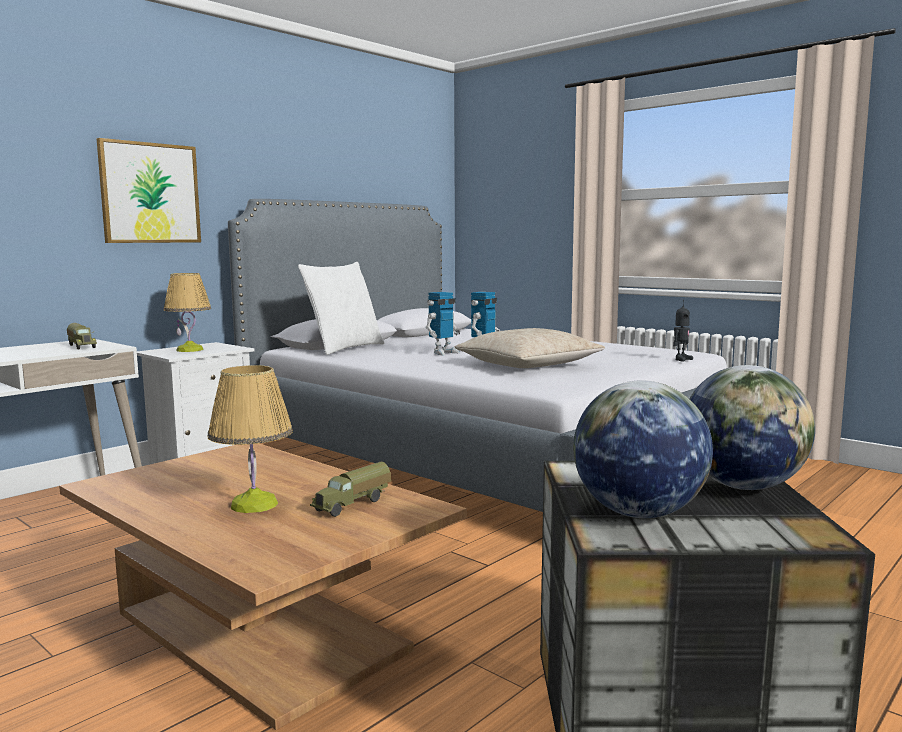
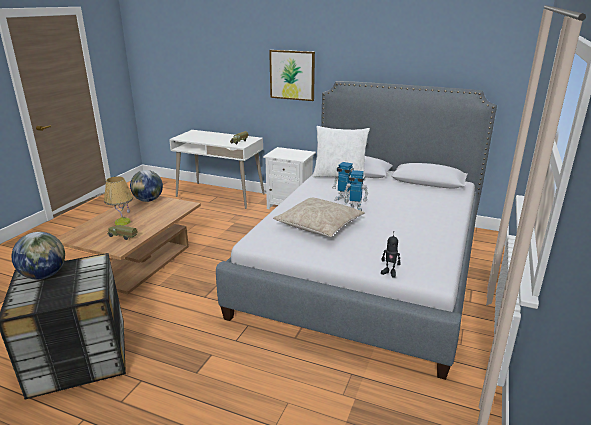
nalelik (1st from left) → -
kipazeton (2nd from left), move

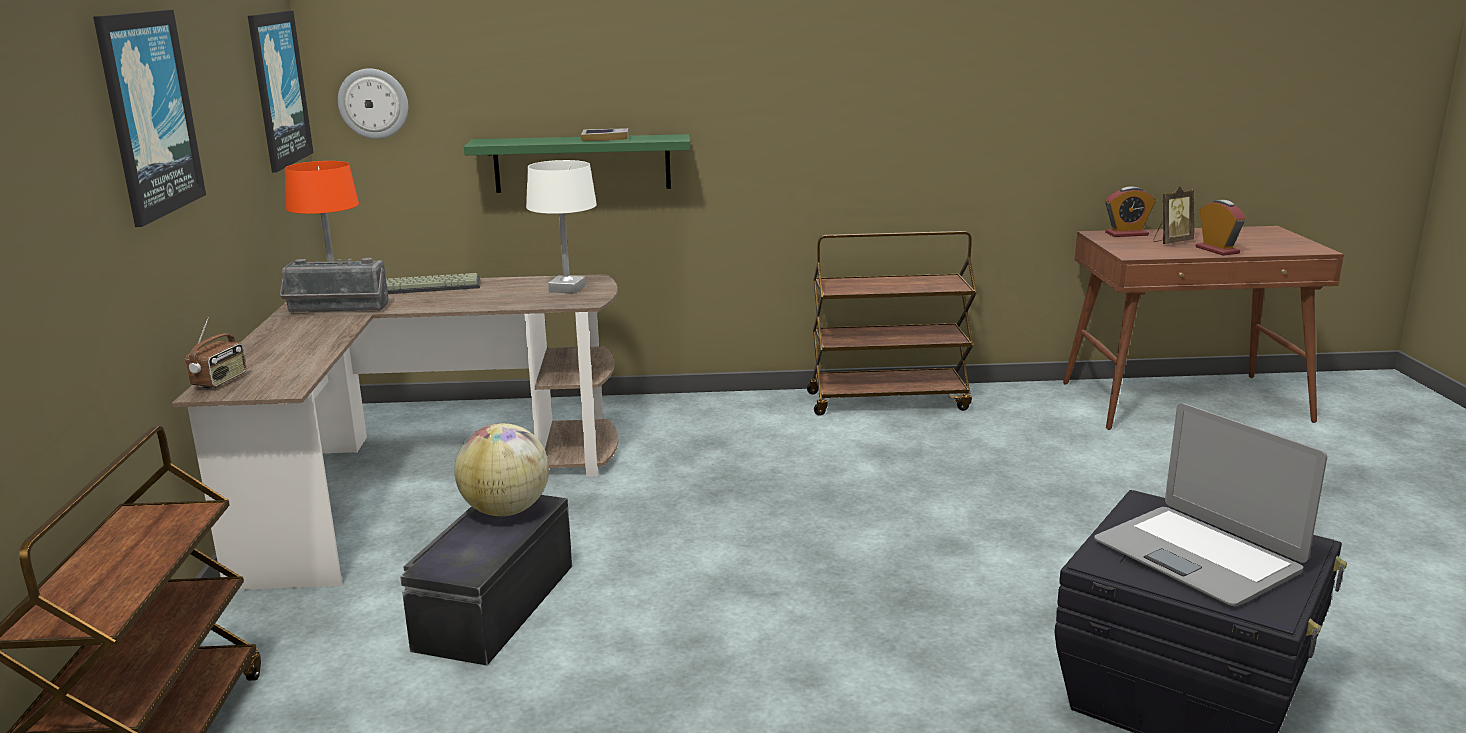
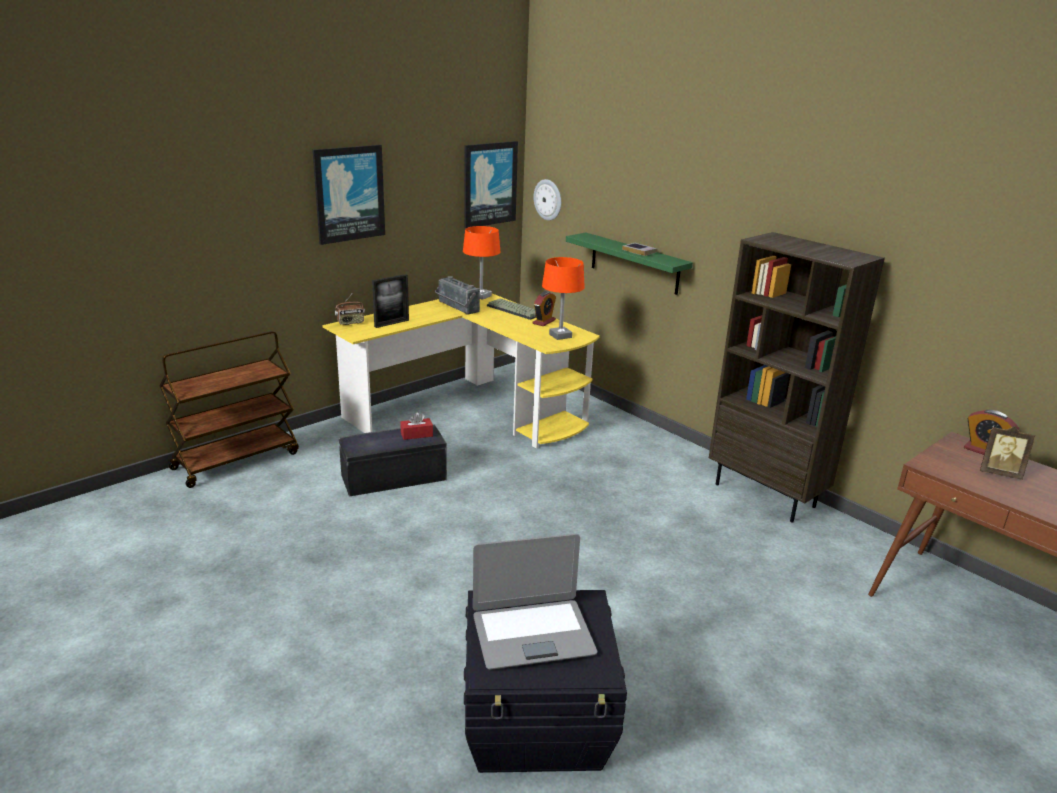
- → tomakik (1st from left)
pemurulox (2nd from left in the first image) → pemurulox (1st from left), move
kipazeton → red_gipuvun
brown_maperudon (2nd from left) → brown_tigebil
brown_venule (1st from left) → yellow_venule
white_nalelik → orange_nalelik (2nd from left)
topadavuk, 120 degrees counterclockwise

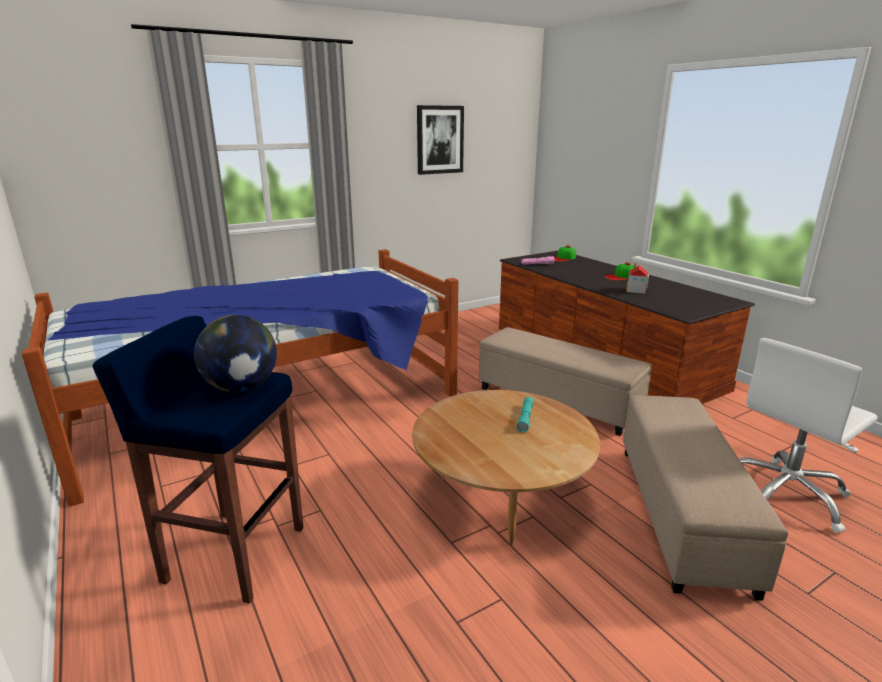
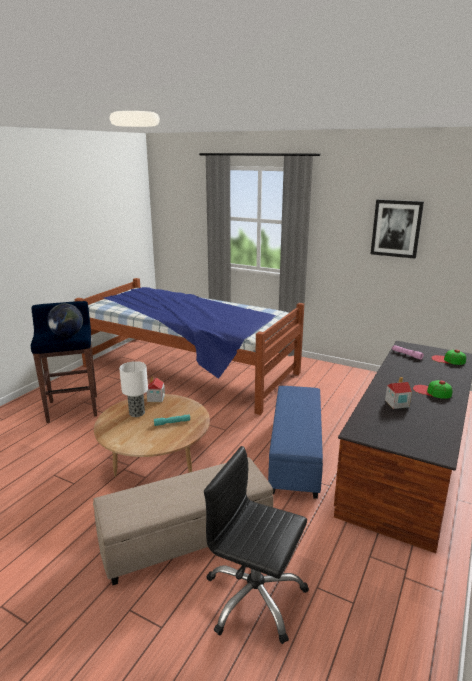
- → nalelik
- → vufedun (1st from left)
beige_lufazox (1st from left) → blue_lufazox
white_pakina → black_pakina

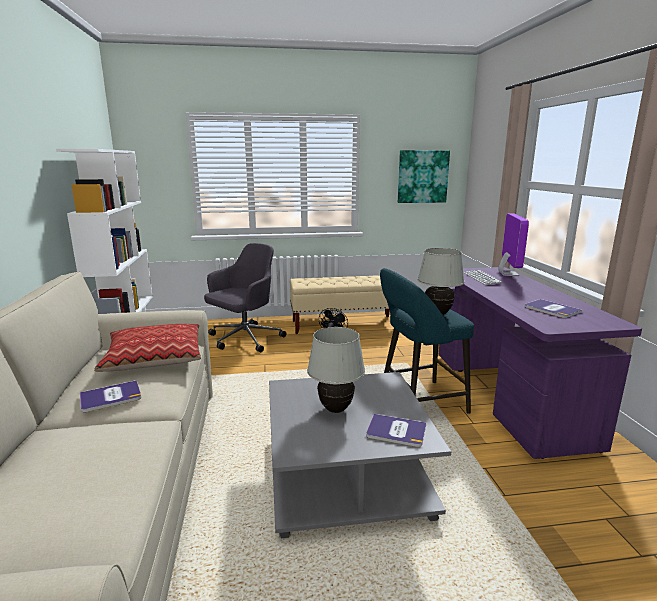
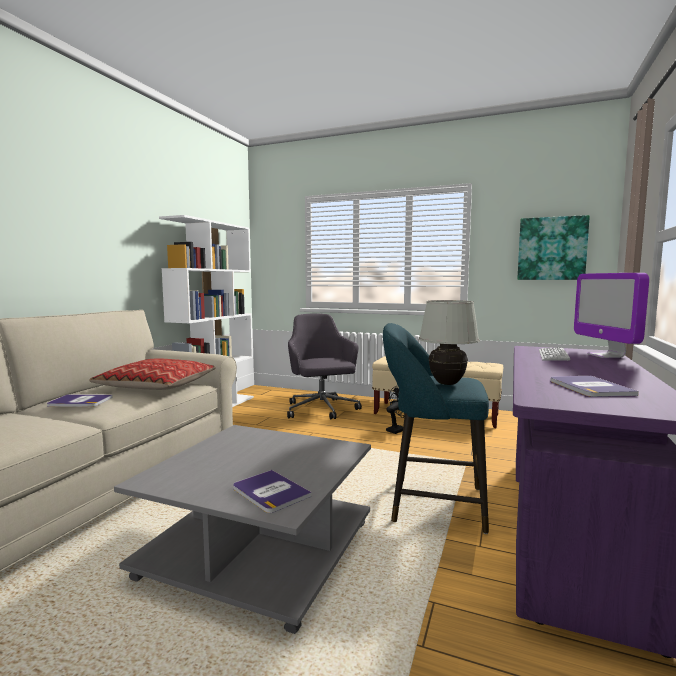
white_nalelik (1st from left) → -
grey_pakina, 90 degrees counterclockwise
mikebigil, 135 degrees clockwise

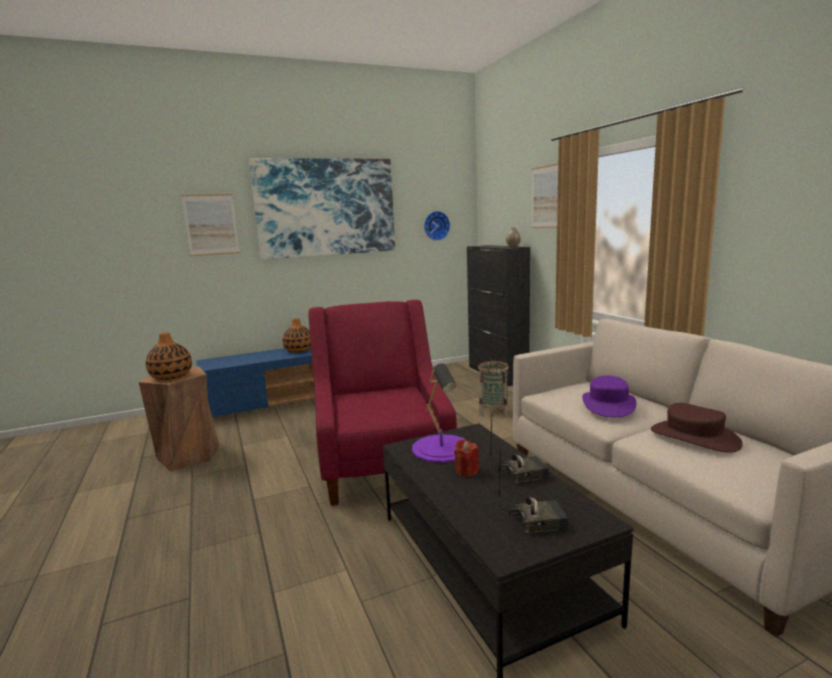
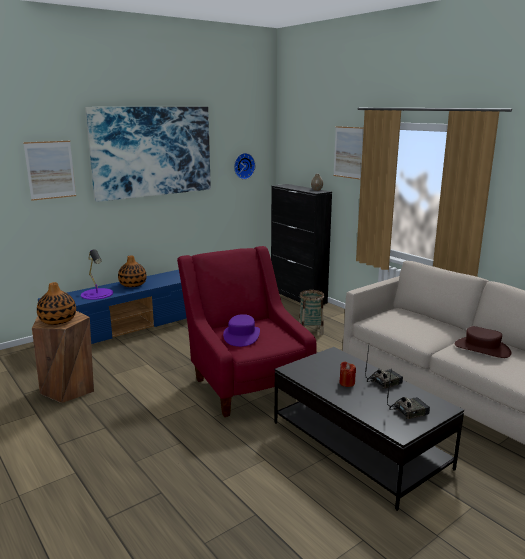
purple_nalelik, move
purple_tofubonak, move

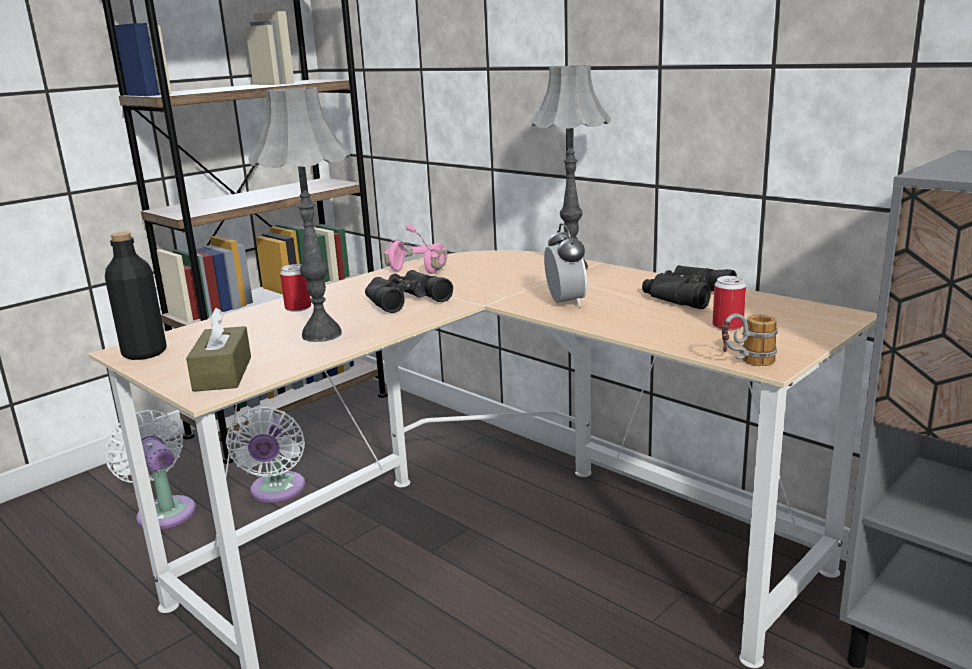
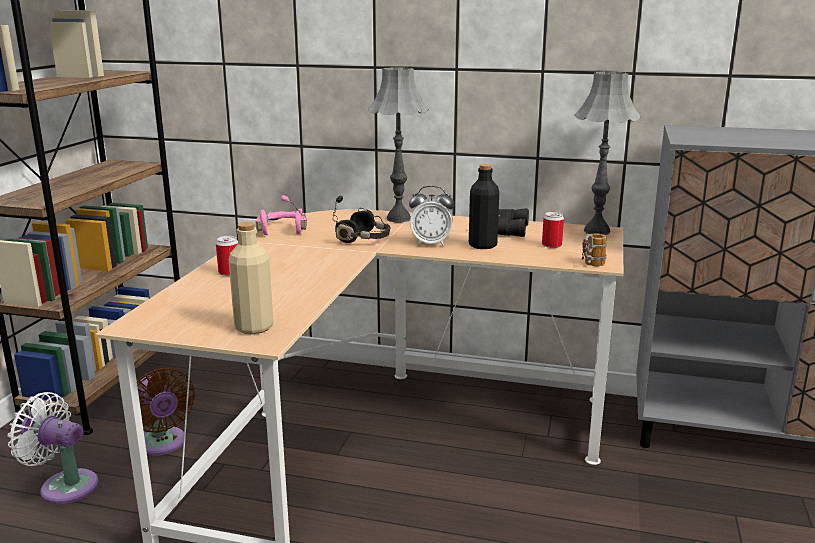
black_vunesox (1st from left) → -
- → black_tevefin
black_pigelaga, move
grey_nalelik (1st from left in the first image) → grey_nalelik (2nd from left), move
brown_gipuvun → beige_pigelaga
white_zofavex (2nd from left) → brown_zofavex
pemurulox, 135 degrees clockwise

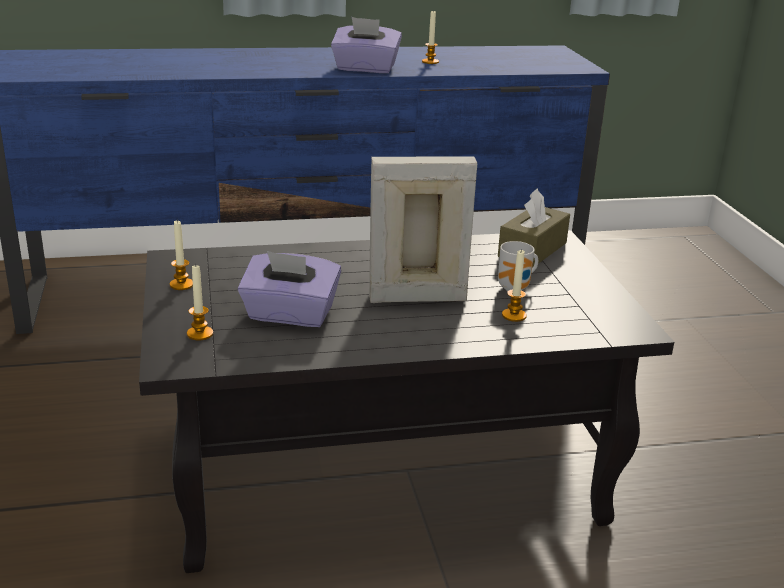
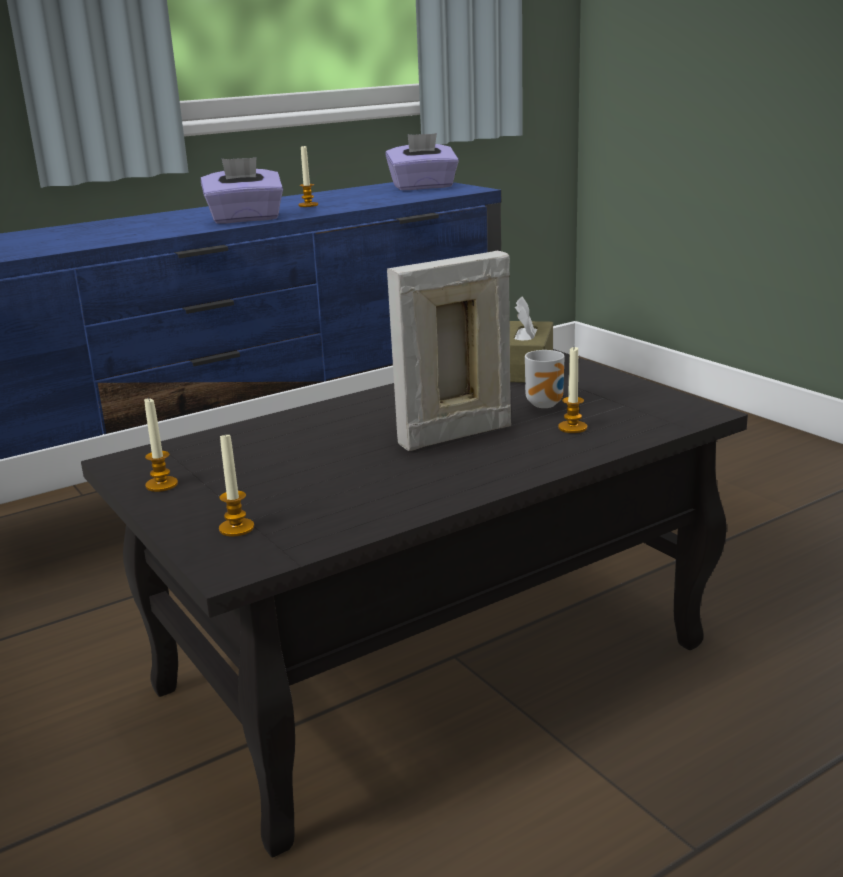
purple_gipuvun (1st from left in the first image) → purple_gipuvun (2nd from left), move

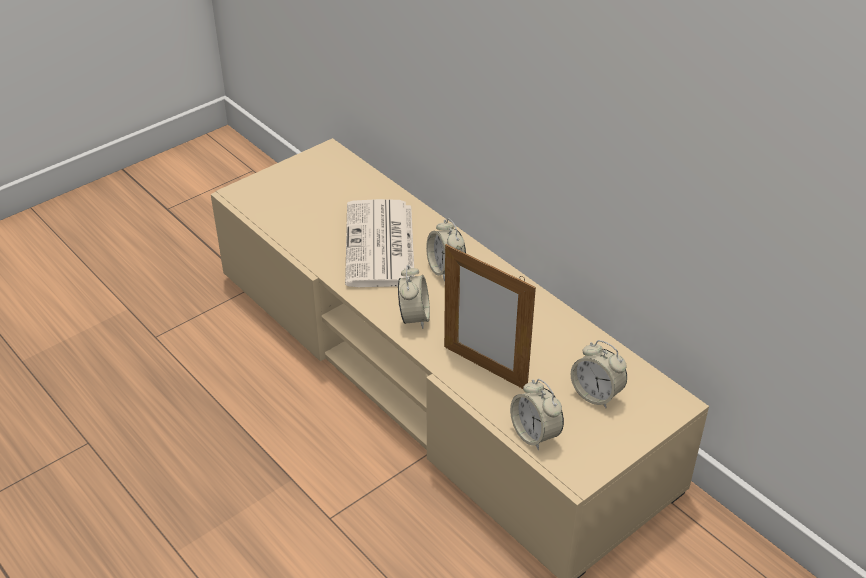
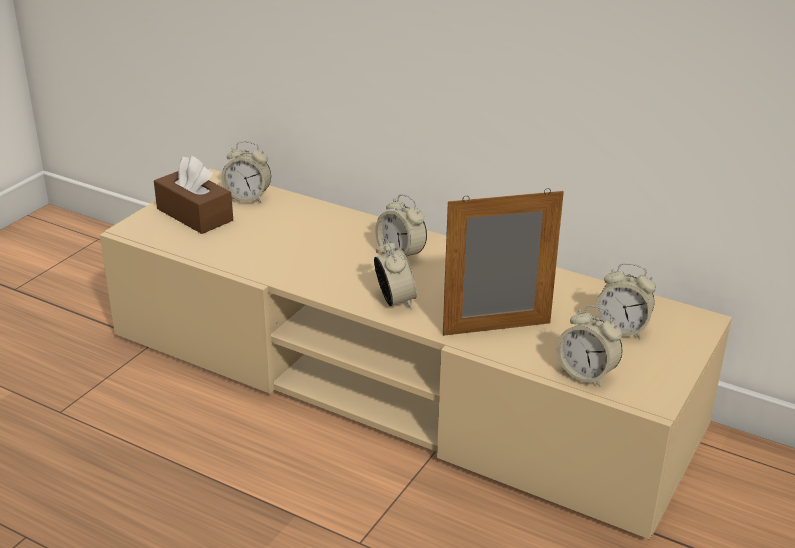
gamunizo → -
- → brown_gipuvun
- → pemurulox (1st from left)
tomakik, 150 degrees clockwise

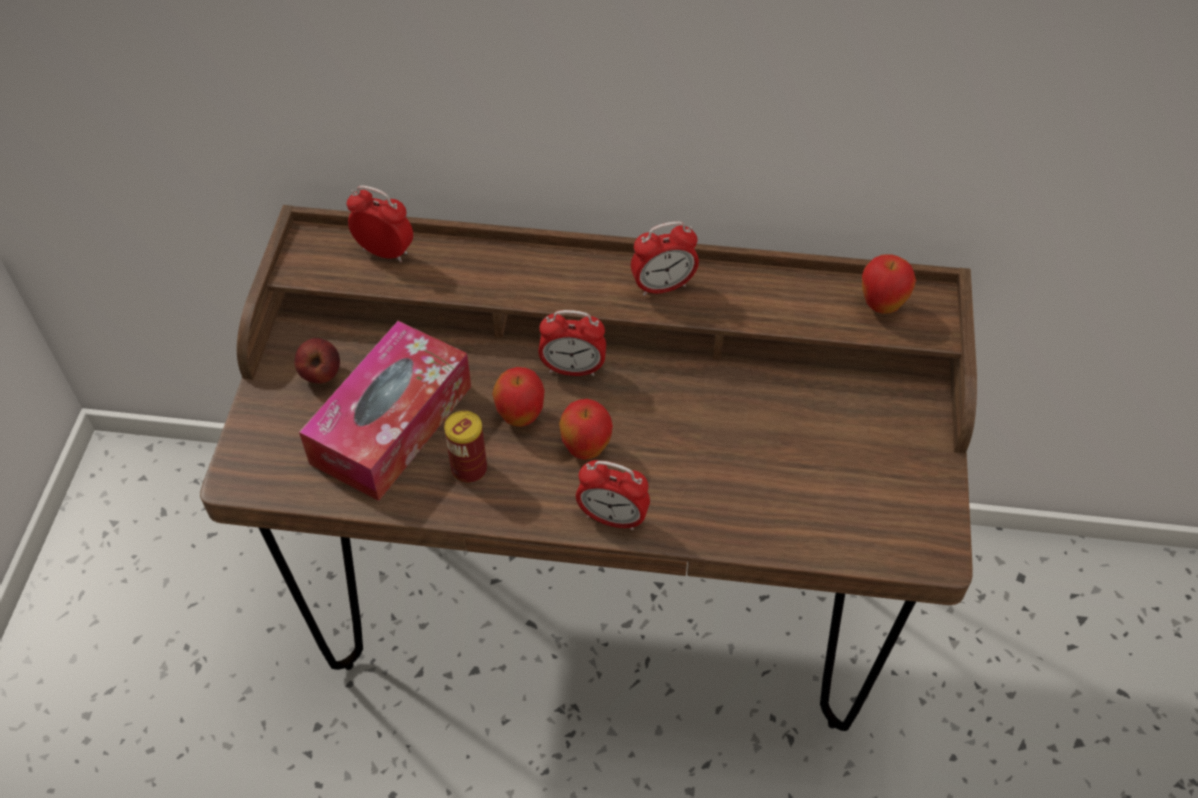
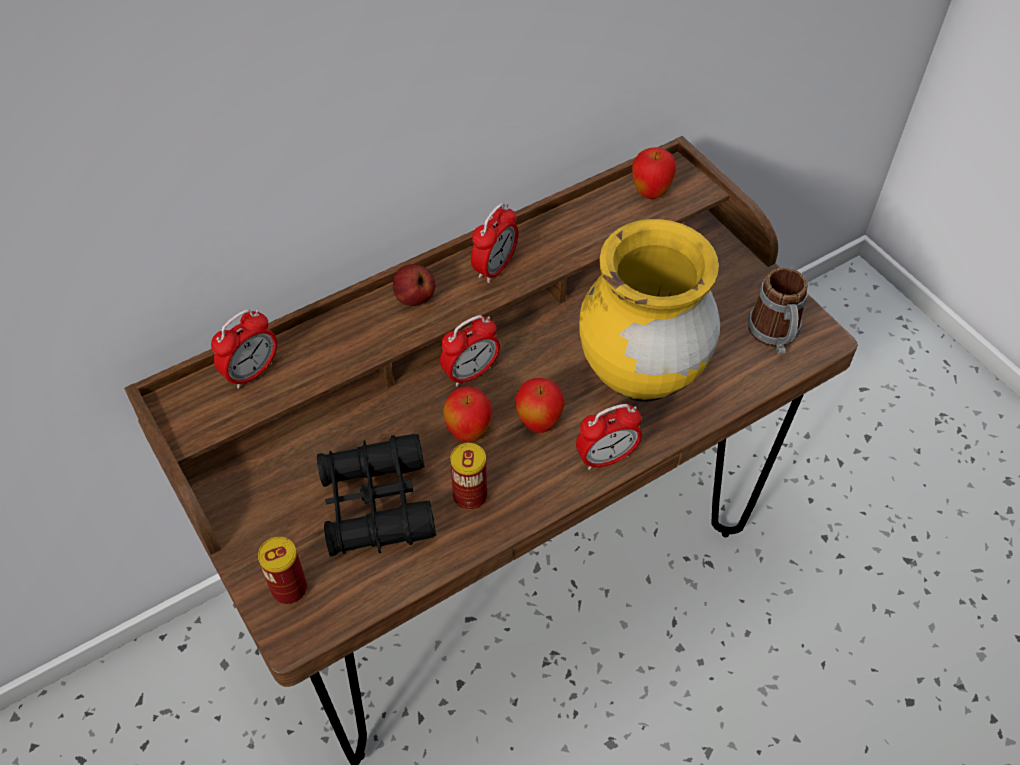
- → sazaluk (1st from left)
- → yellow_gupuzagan
- → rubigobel
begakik (1st from left), move
gipuvun → black_vunesox
pemurulox (1st from left), 150 degrees clockwise

